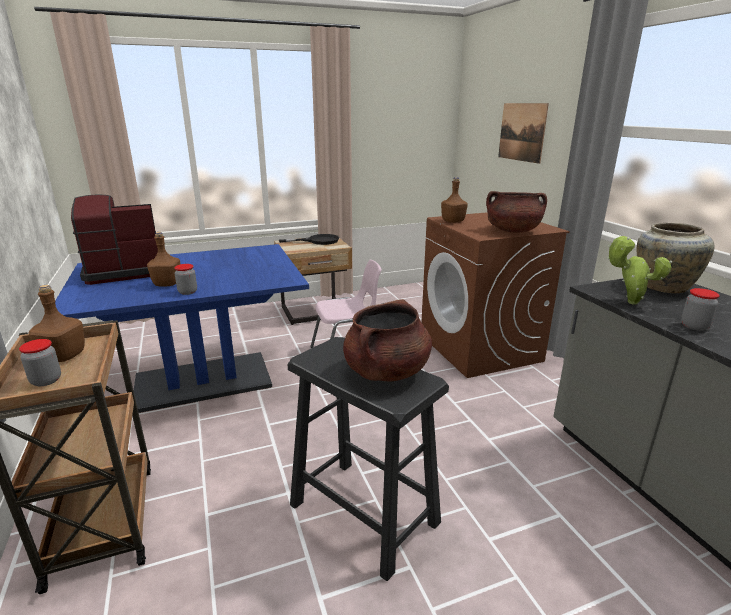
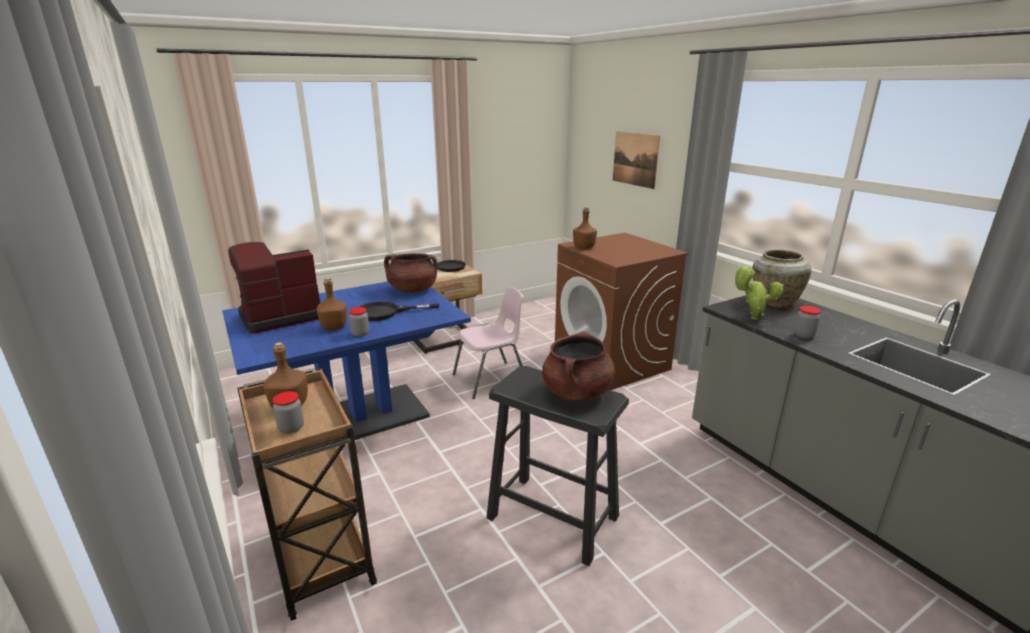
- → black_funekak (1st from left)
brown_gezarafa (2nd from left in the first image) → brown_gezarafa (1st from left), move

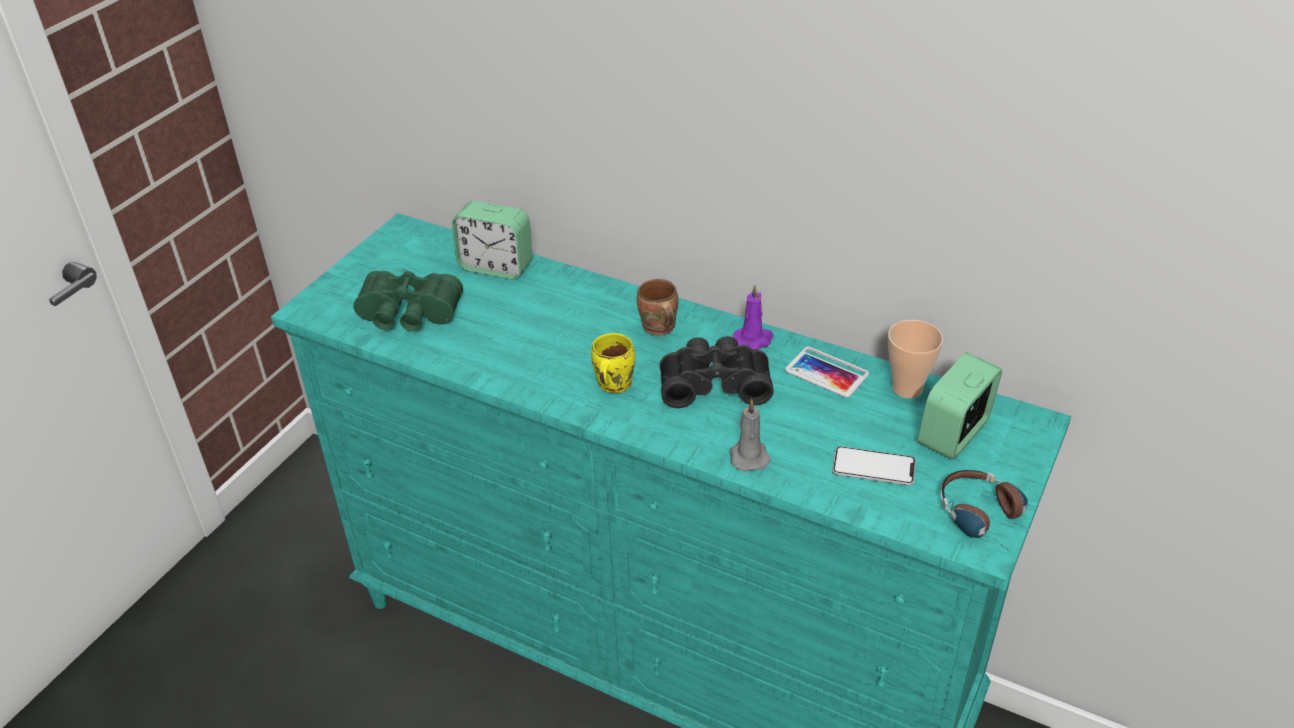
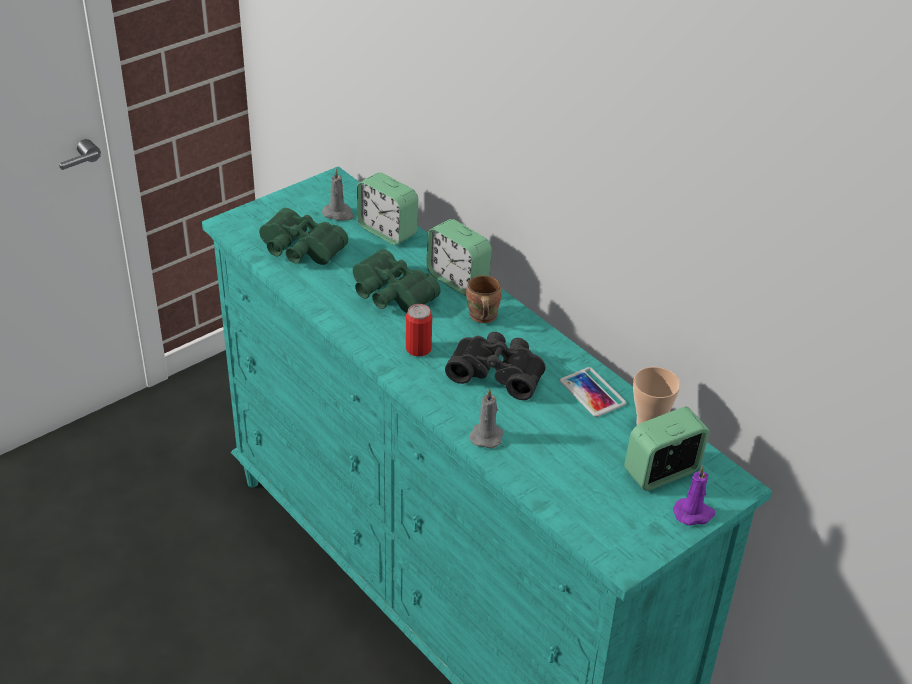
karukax (2nd from left) → -
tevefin → -
- → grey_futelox (1st from left)
- → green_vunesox (2nd from left)
- → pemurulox (2nd from left)
purple_futelox, move
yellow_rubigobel → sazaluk

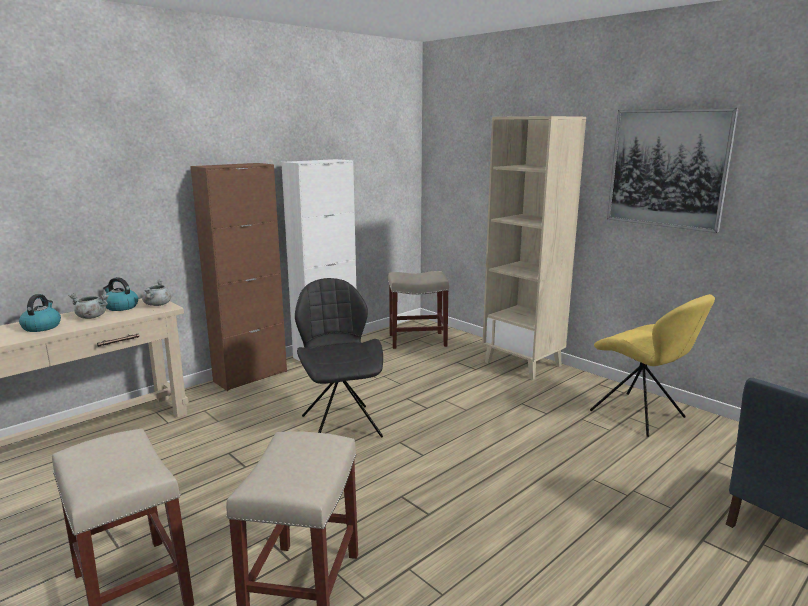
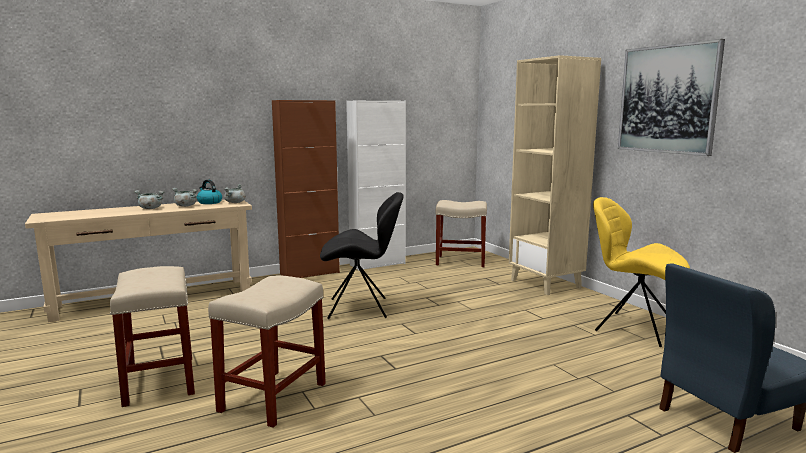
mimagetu (1st from left) → grey_gezarafa (1st from left)
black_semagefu, 90 degrees clockwise
yellow_semagefu, 150 degrees clockwise

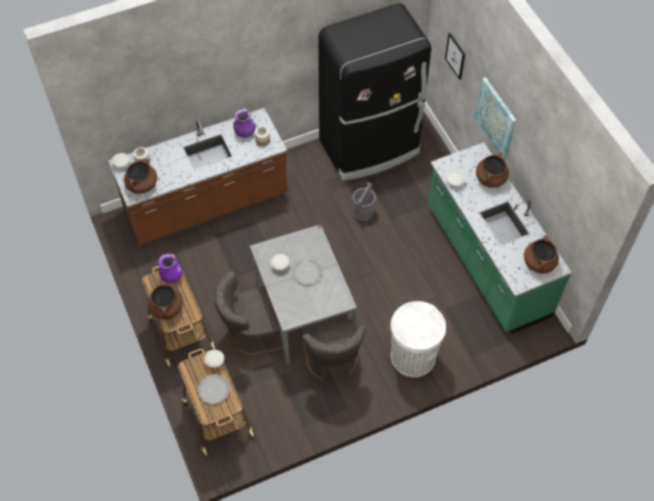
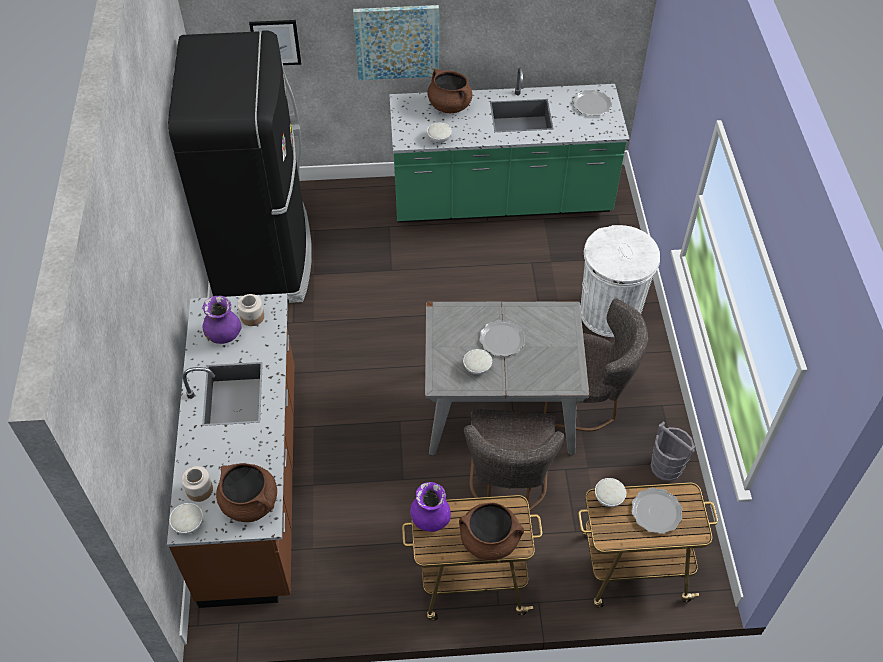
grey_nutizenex, move
brown_gezarafa (4th from left) → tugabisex (2nd from left)

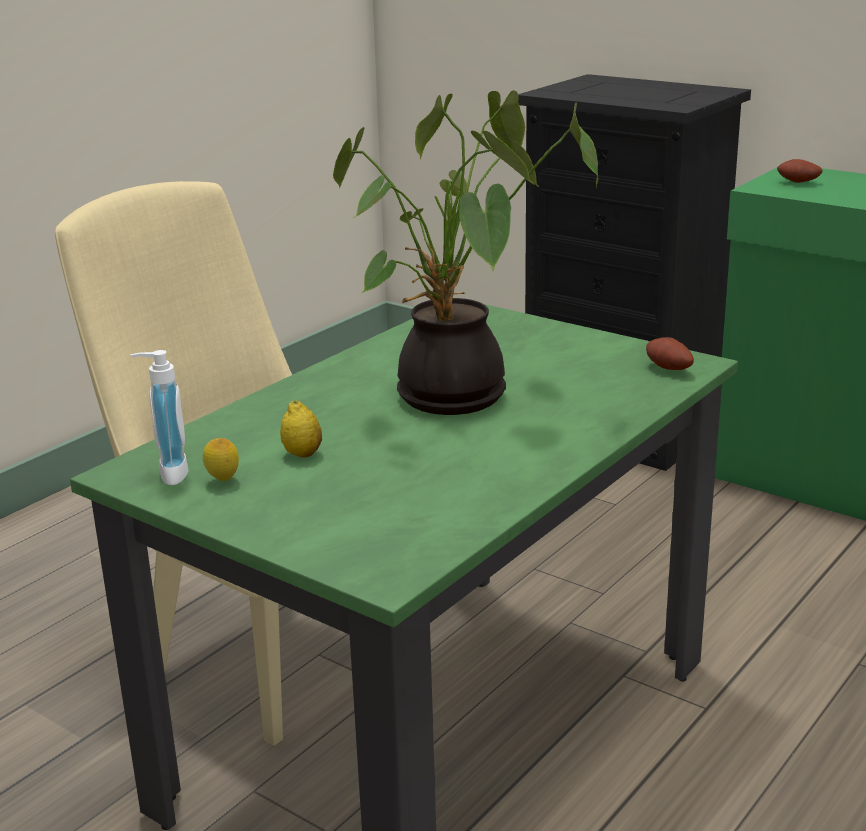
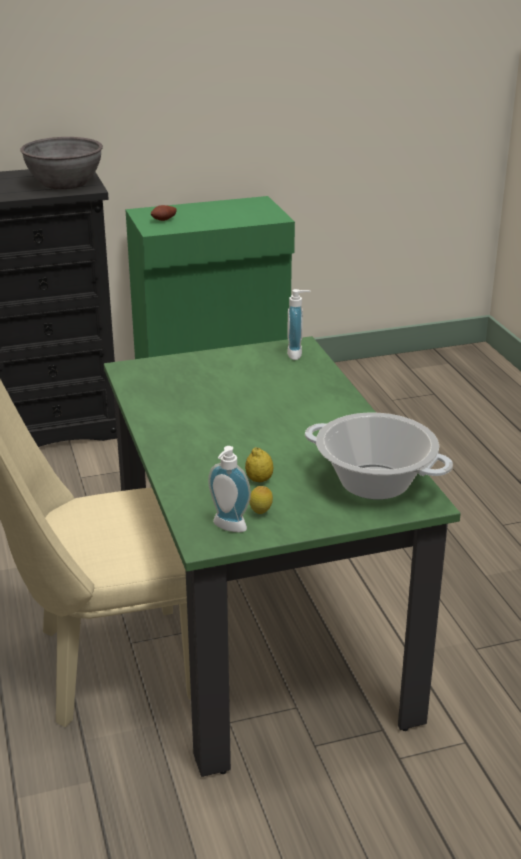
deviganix → -
- → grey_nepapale
- → gezarafa
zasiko (1st from left) → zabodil (2nd from left)

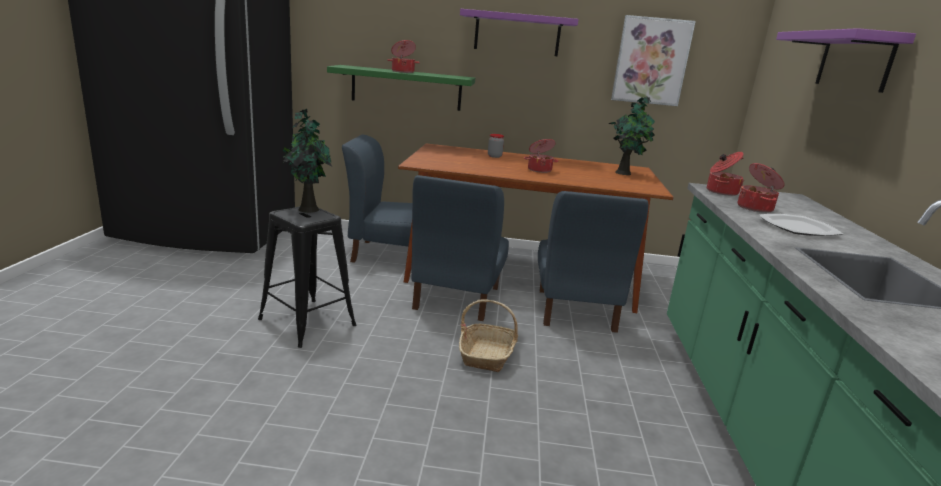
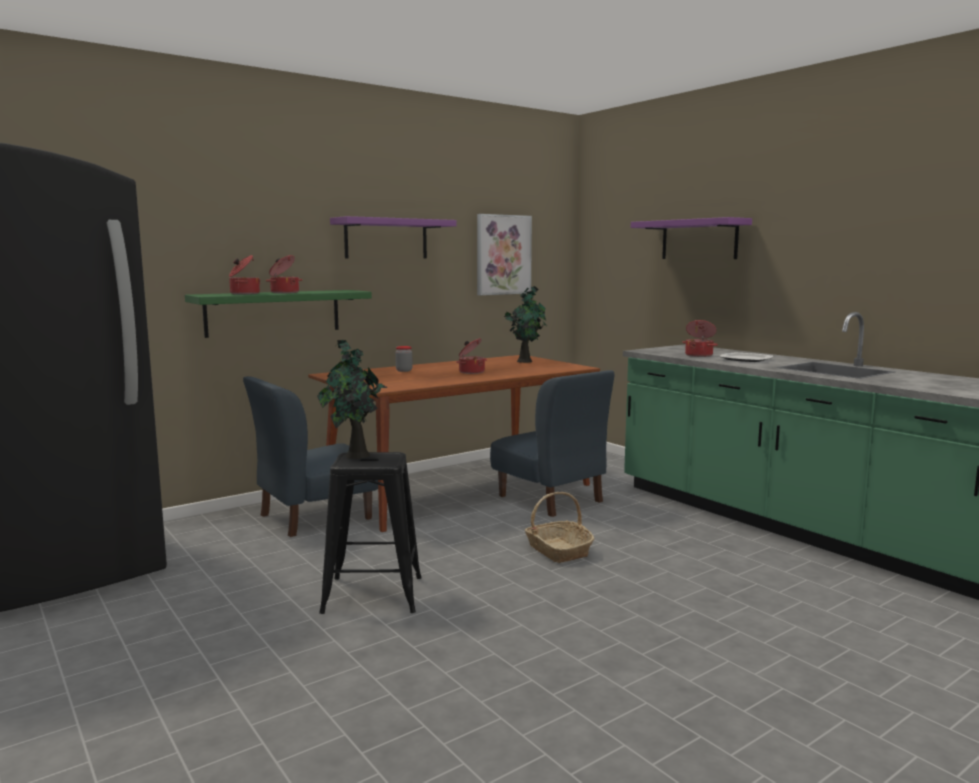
blue_semagefu (2nd from left) → -
gezarafa (3rd from left in the first image) → gezarafa (1st from left), move

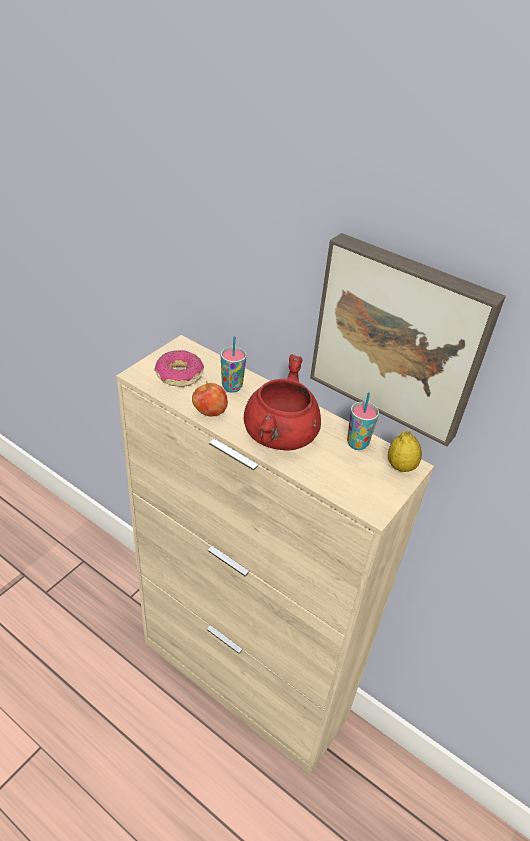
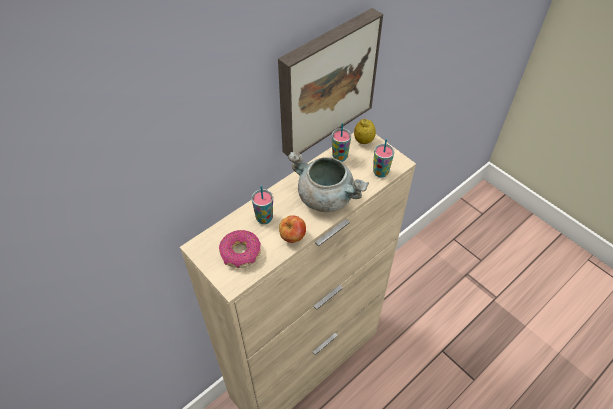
- → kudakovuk (3rd from left)
red_gezarafa → grey_gezarafa

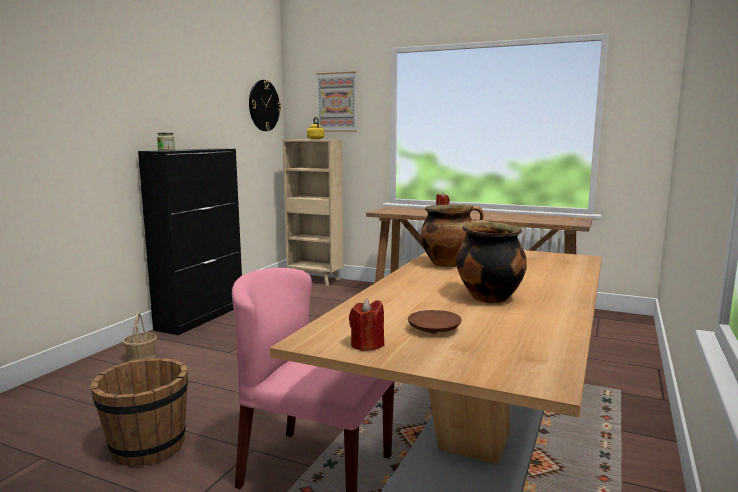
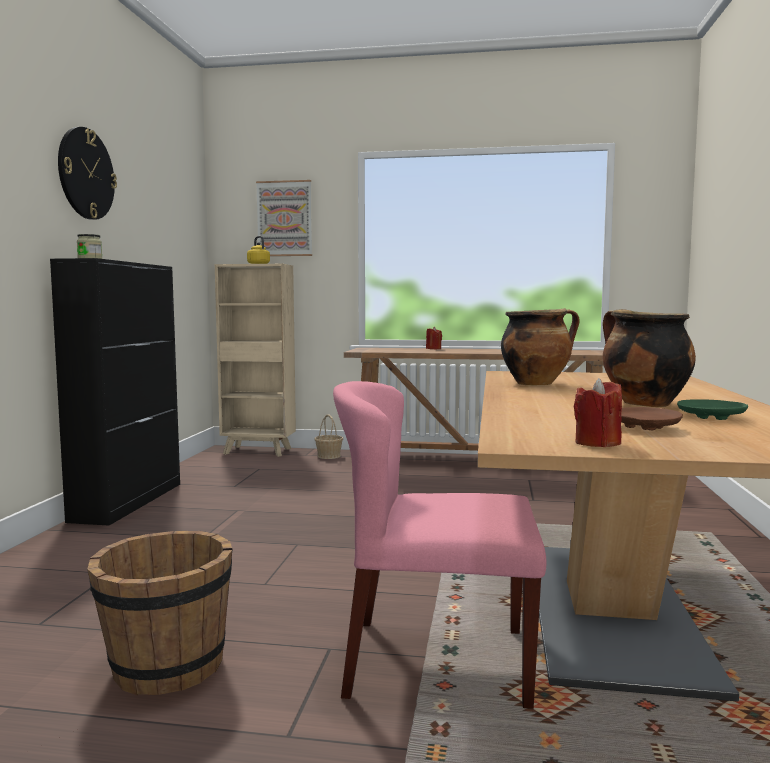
- → green_tugabisex
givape, move
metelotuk, move

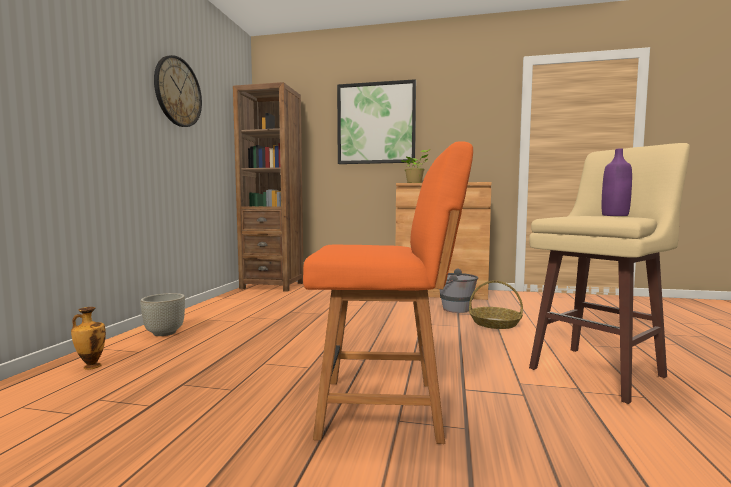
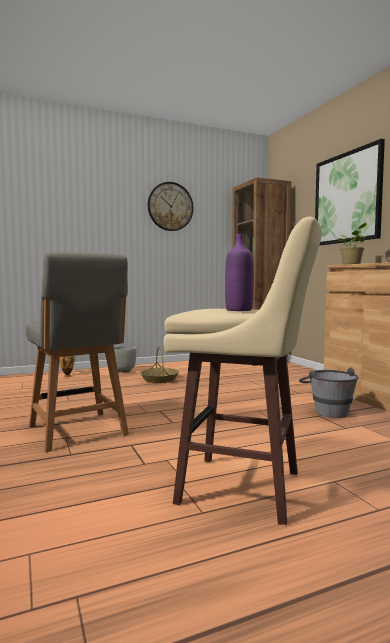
givape, move
orange_semagefu → grey_semagefu

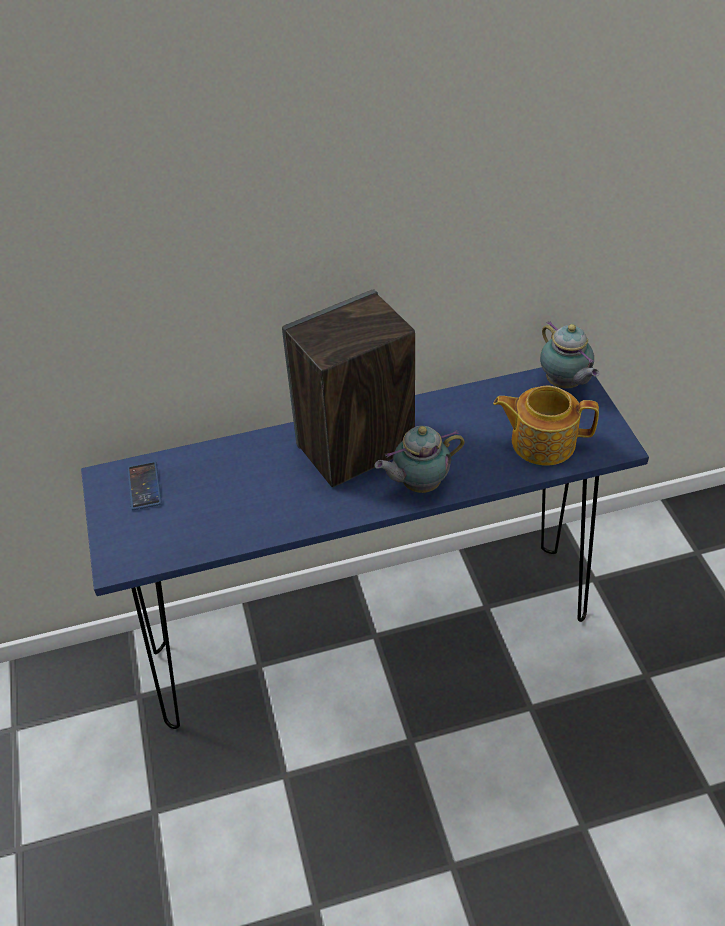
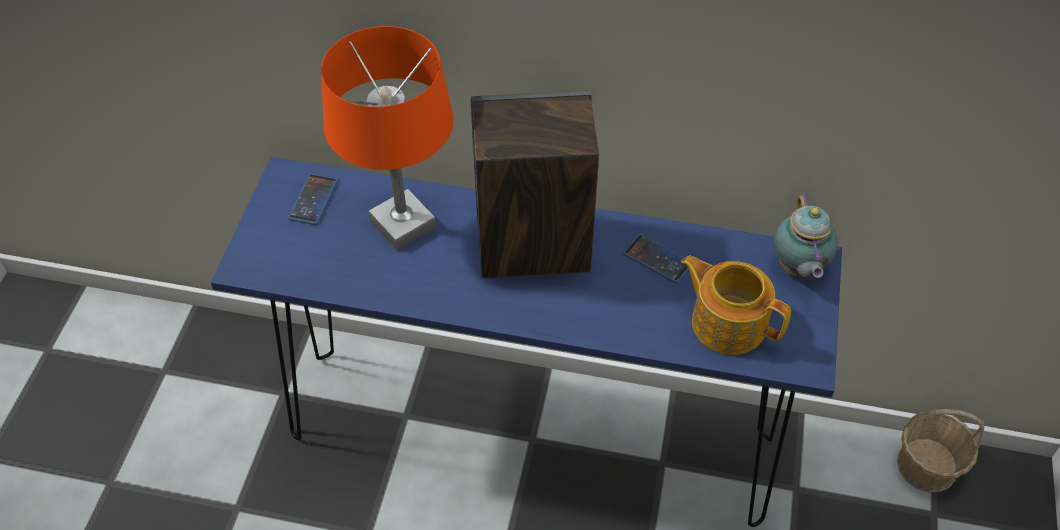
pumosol (1st from left) → -
- → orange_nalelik
- → karukax (2nd from left)
- → givape

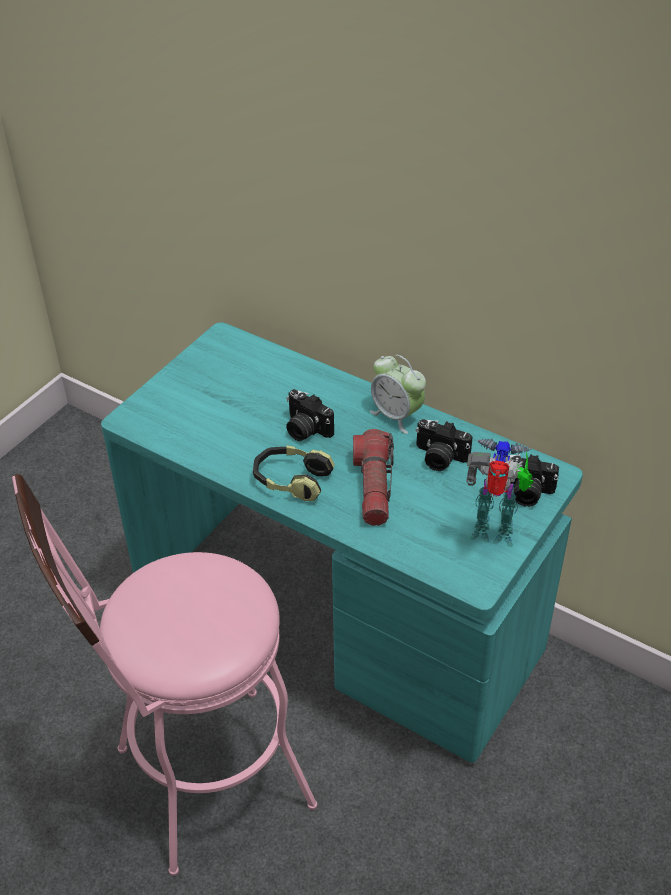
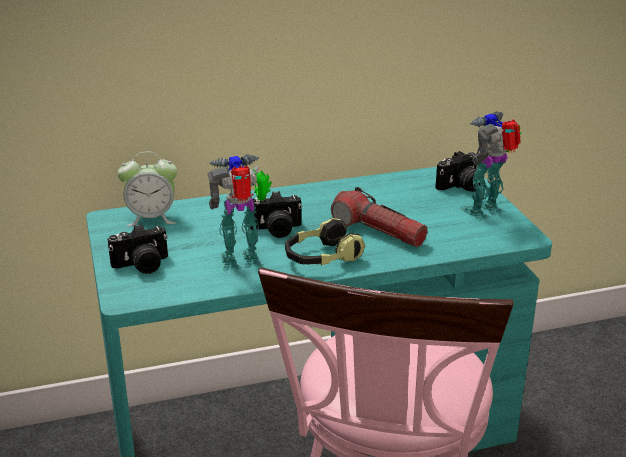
- → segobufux (1st from left)
pemurulox, move
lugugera (2nd from left in the first image) → lugugera (1st from left), move

